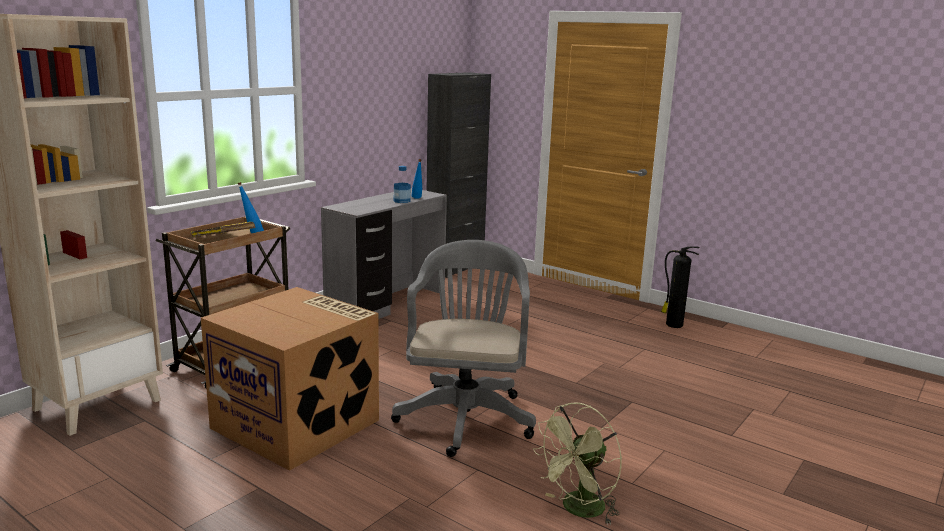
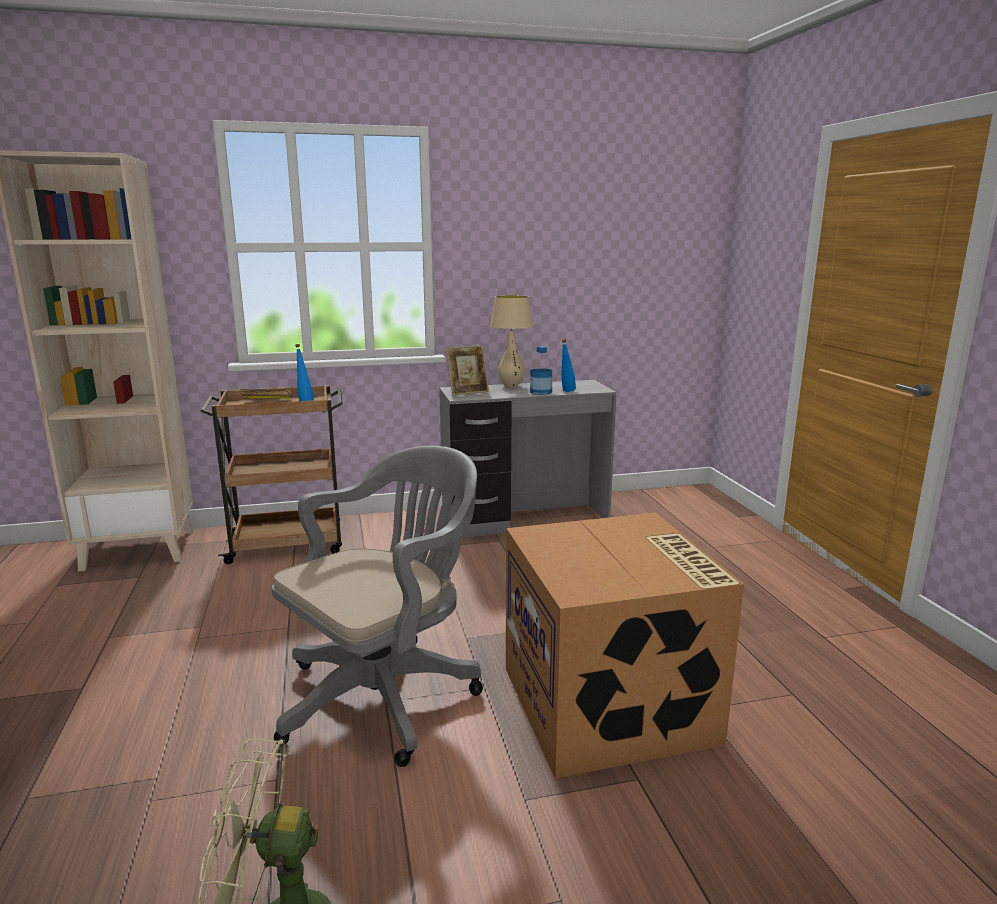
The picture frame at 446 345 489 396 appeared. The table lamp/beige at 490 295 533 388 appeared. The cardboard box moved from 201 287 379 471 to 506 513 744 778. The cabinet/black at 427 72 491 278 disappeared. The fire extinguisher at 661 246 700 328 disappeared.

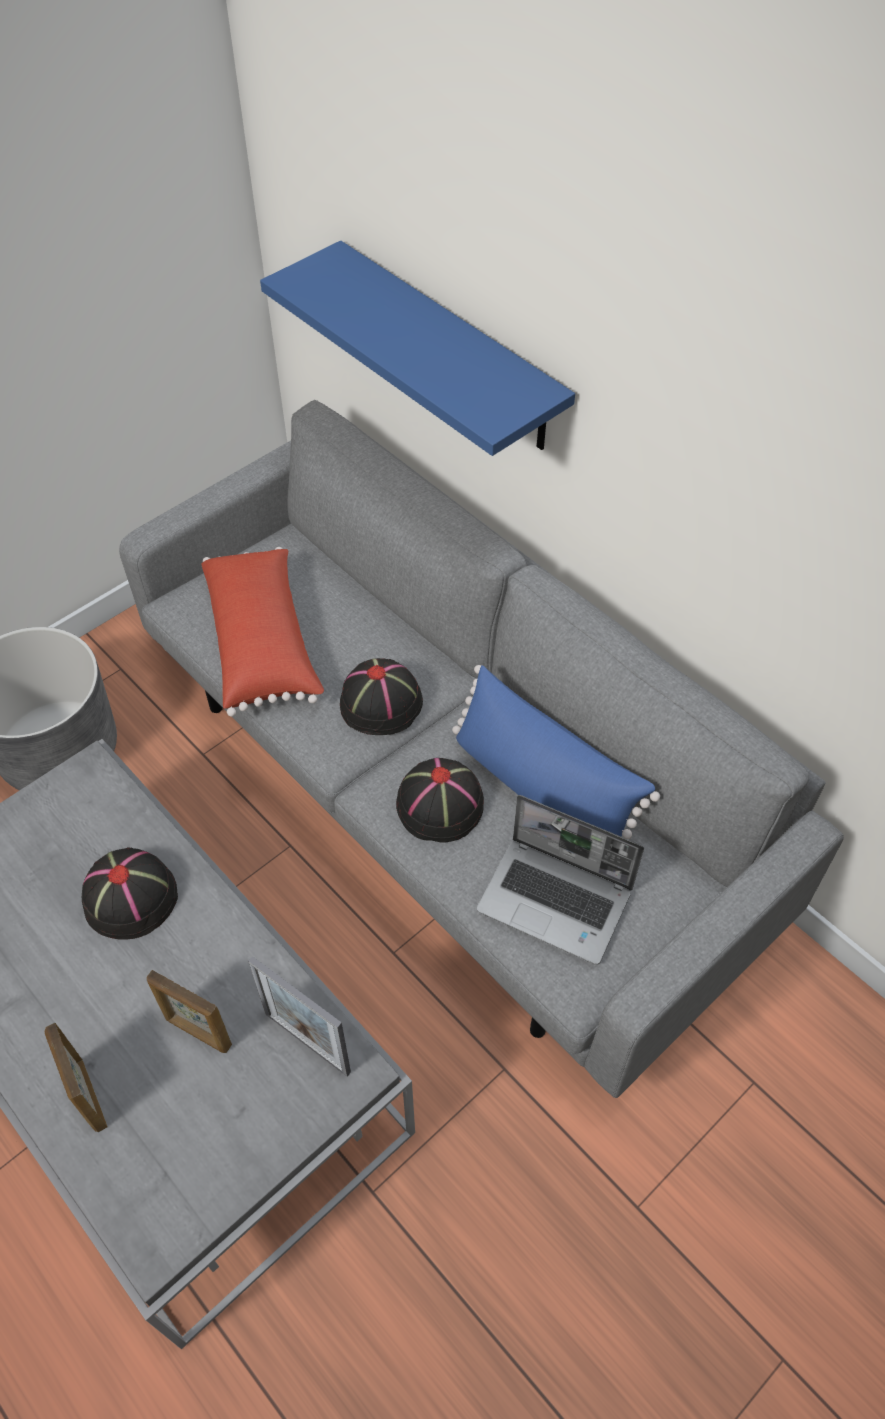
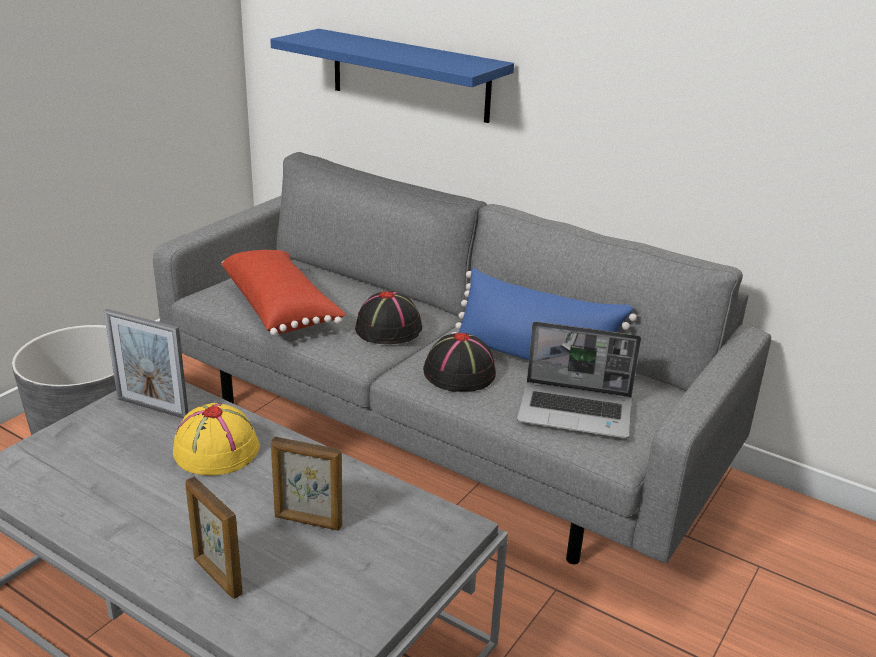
The picture frame moved from 249 956 351 1076 to 104 309 188 418. The hat/black at 82 847 178 940 became the hat/yellow at 173 403 260 475.

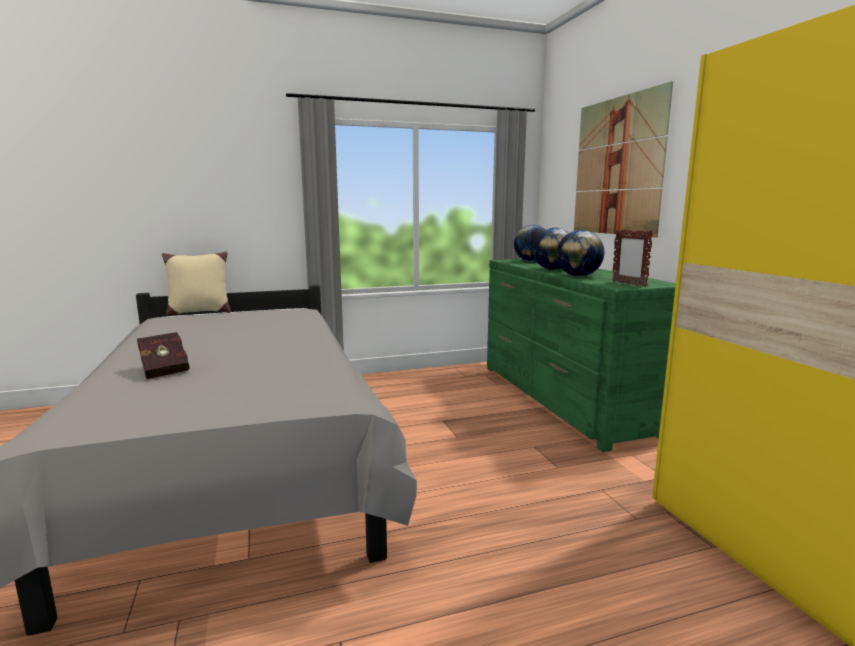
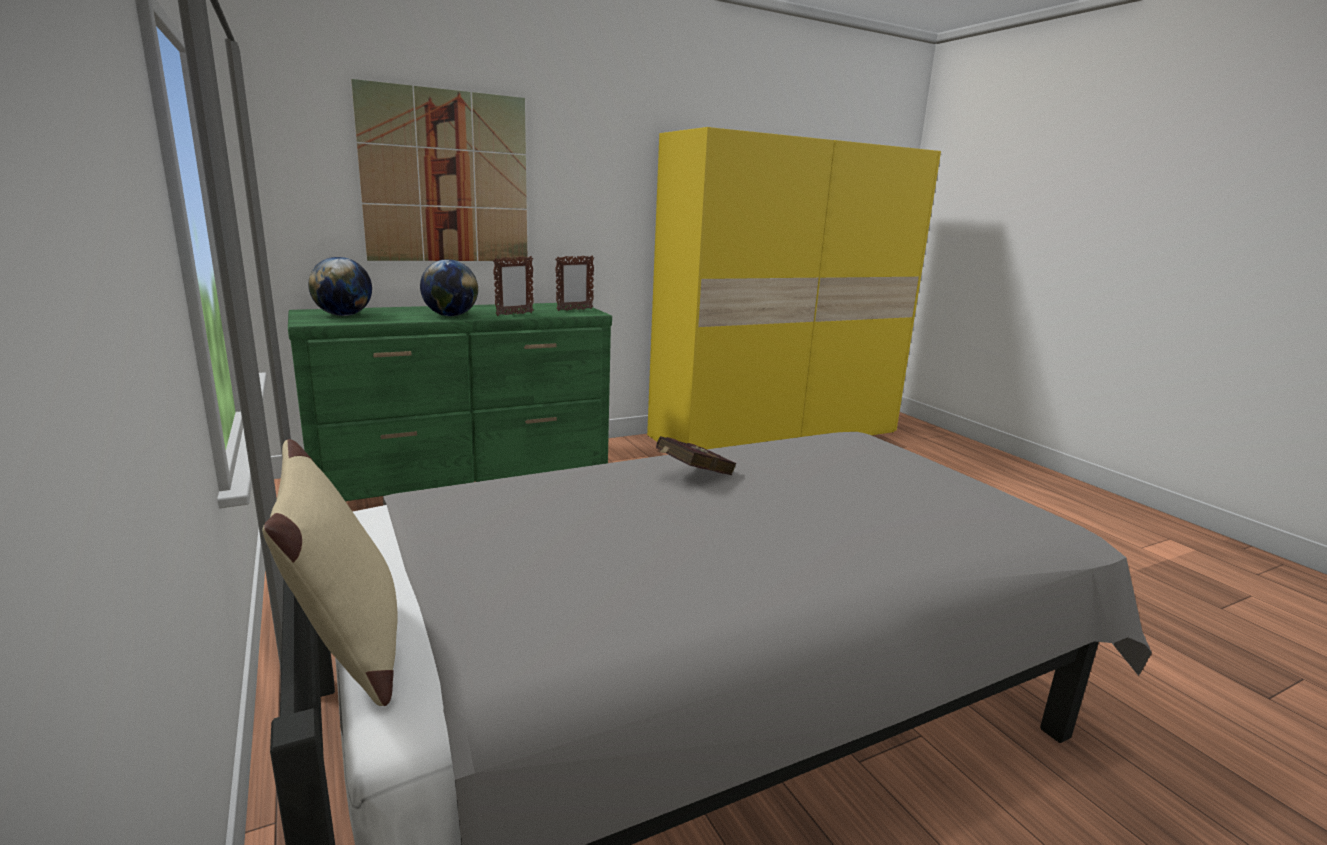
The globe at 557 230 605 277 was replaced by the picture frame at 493 256 534 316. The book/red moved from 137 332 189 379 to 656 436 737 475.

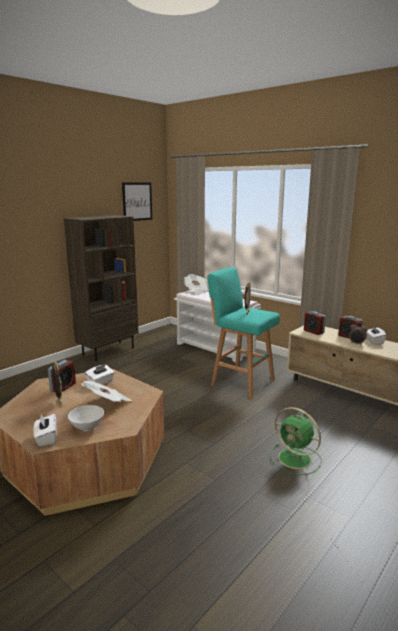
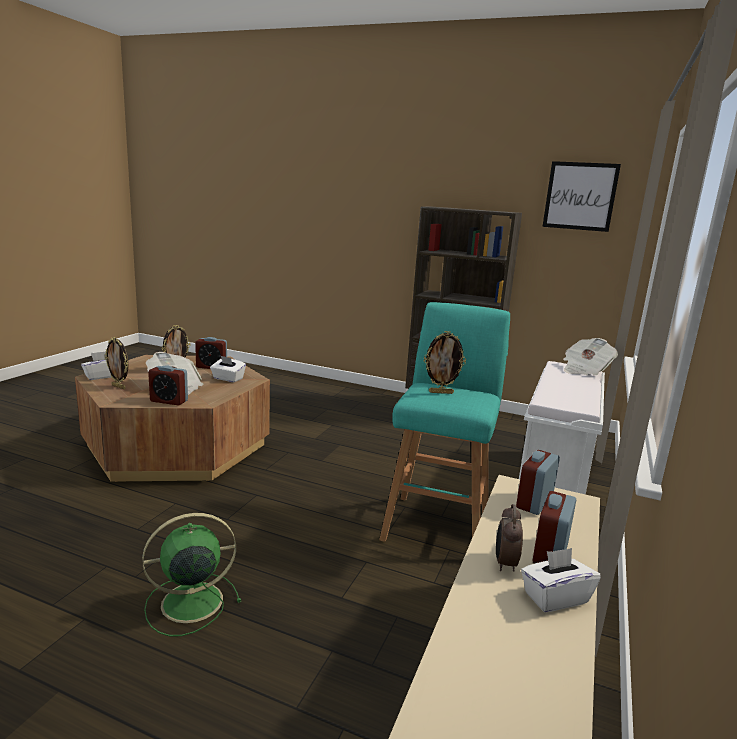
The bowl/white at 68 405 104 431 was replaced by the picture frame at 104 337 128 389. The fan/green at 270 407 322 475 turned 45 degrees clockwise. The alarm clock at 148 366 188 406 appeared.

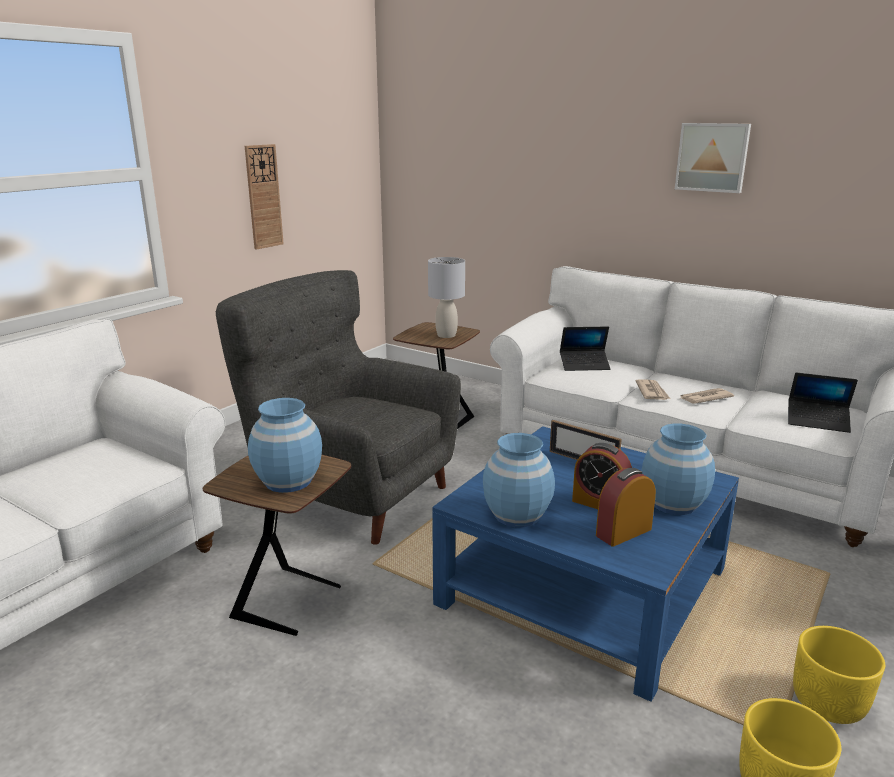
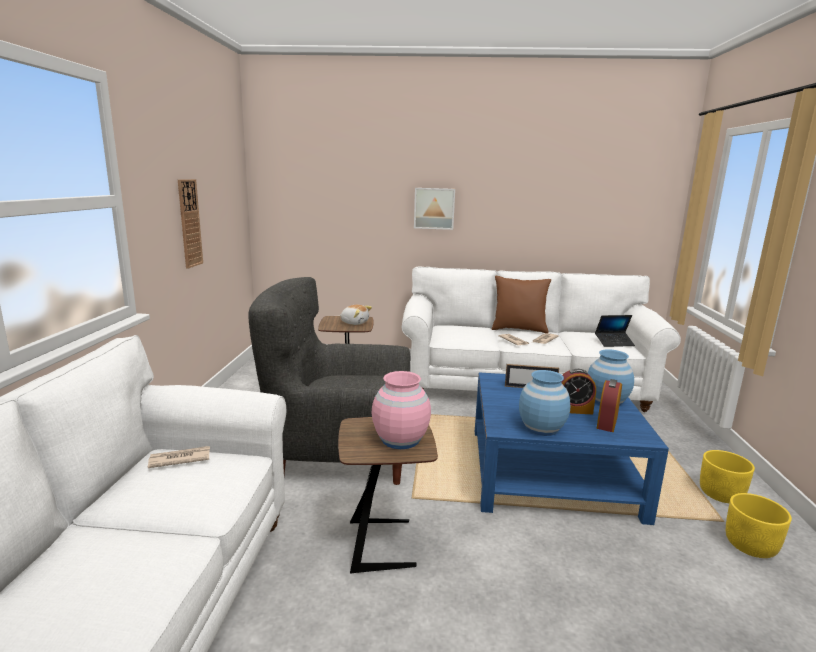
The newspaper at 148 446 210 468 appeared. The table lamp/grey at 428 257 465 338 was replaced by the plush toy at 340 305 372 325. The vase/blue at 248 398 322 493 became the vase/pink at 372 371 431 449. The picture moved from 675 123 751 193 to 414 188 455 230. The pillow/brown at 492 276 551 333 appeared. The laptop at 560 327 611 371 disappeared.

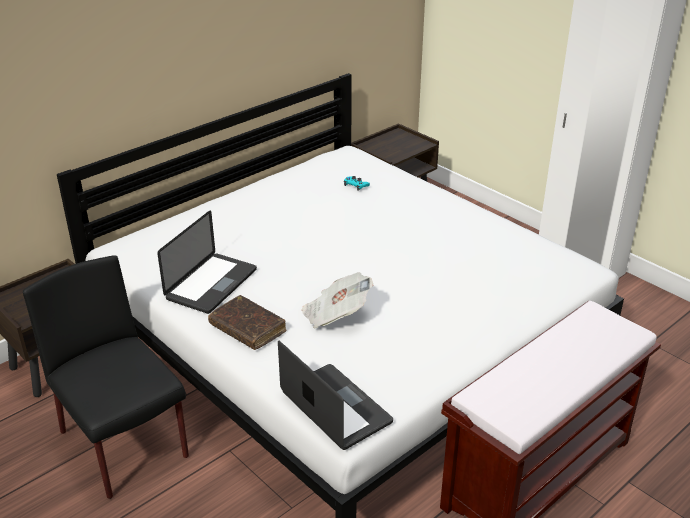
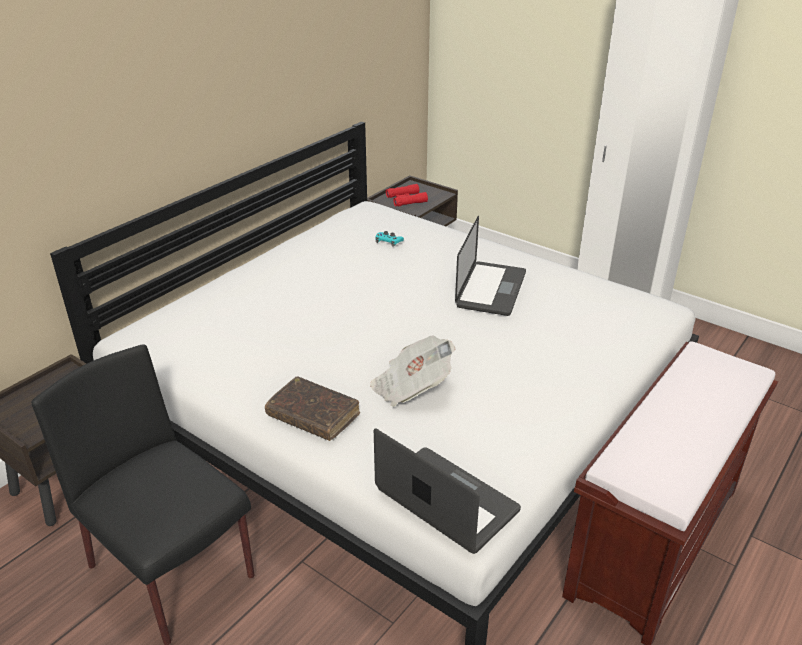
The binoculars/red at 386 184 428 206 appeared. The laptop moved from 157 210 257 314 to 455 216 526 316.

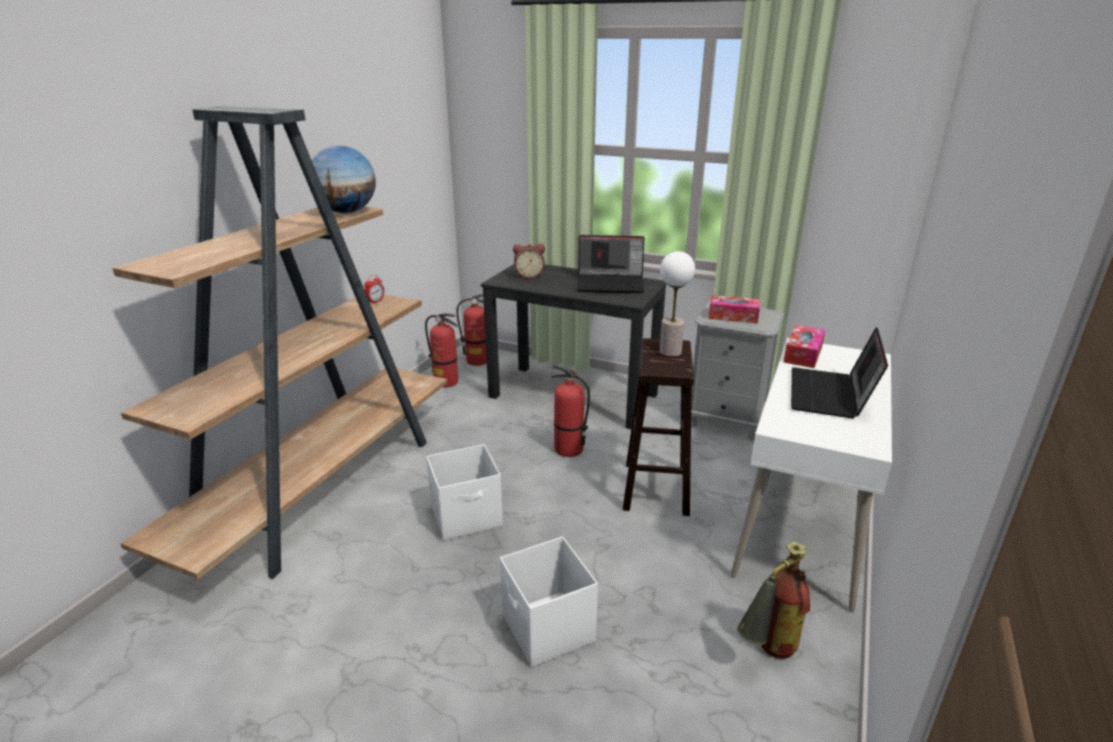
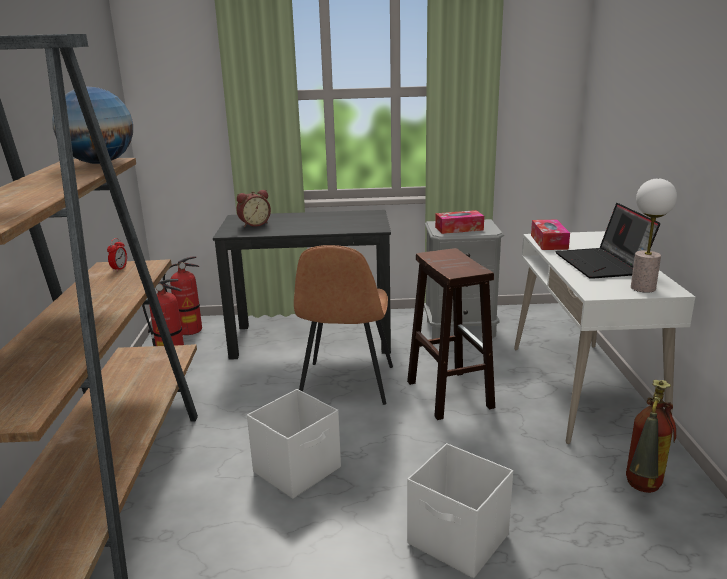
The fire extinguisher at 551 365 590 457 was replaced by the chair/brown at 294 245 393 405. The table lamp moved from 660 251 695 357 to 631 178 677 293. The laptop at 576 235 644 293 disappeared.

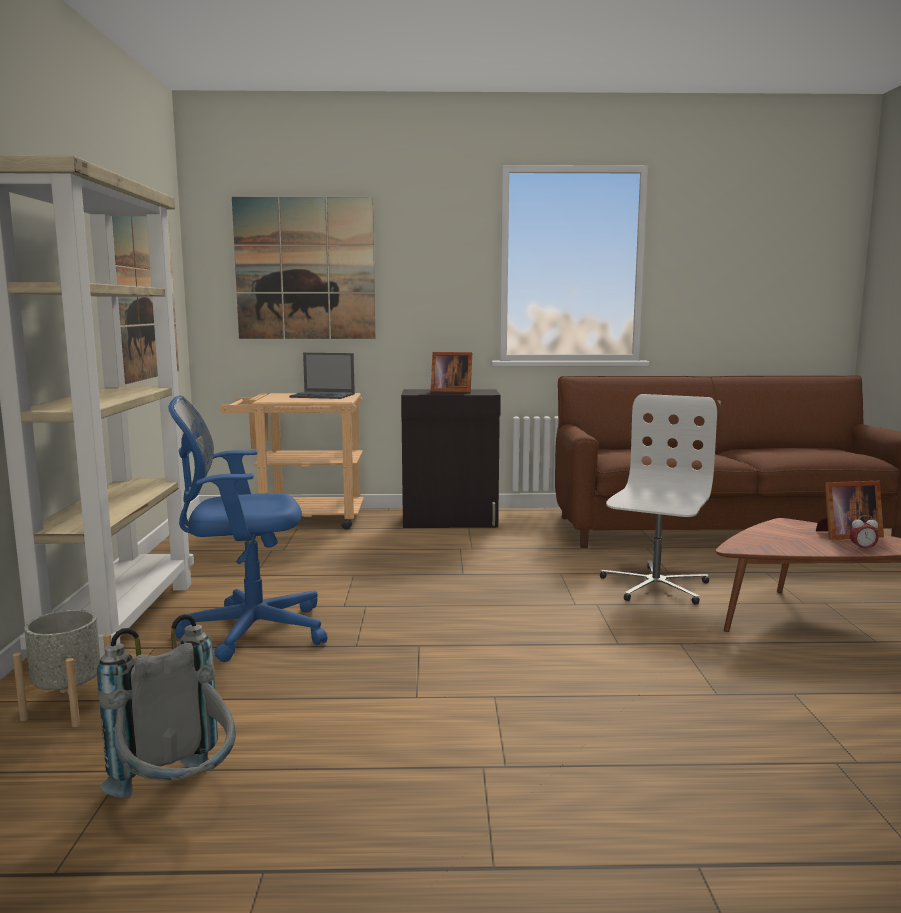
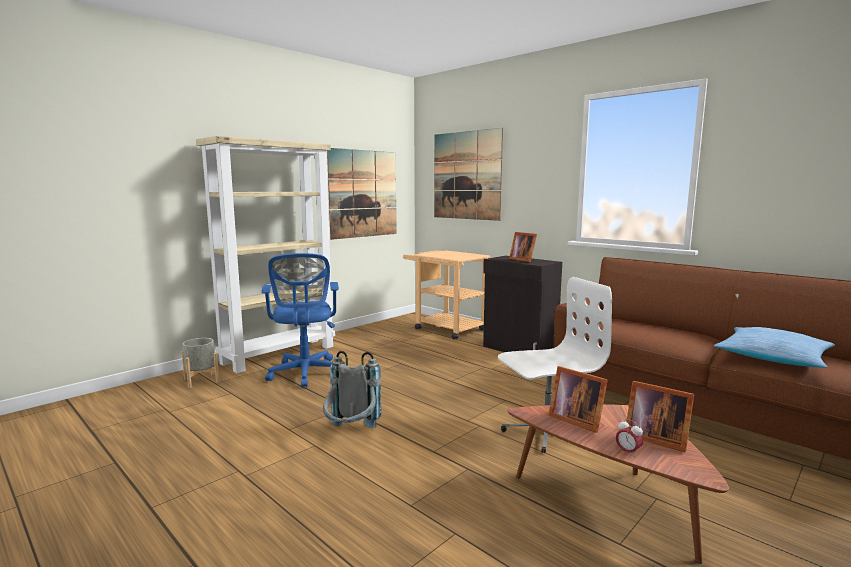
The office chair/blue at 168 395 327 662 turned 135 degrees counterclockwise. The backpack/grey moved from 97 614 235 798 to 323 351 381 428. The picture frame at 548 366 608 433 appeared. The pillow at 714 327 835 368 appeared. The laptop at 289 353 355 399 disappeared.

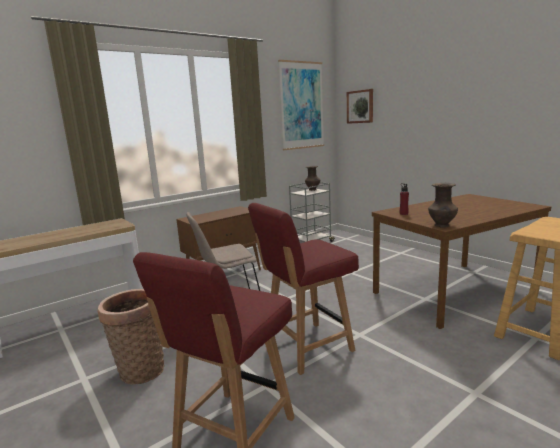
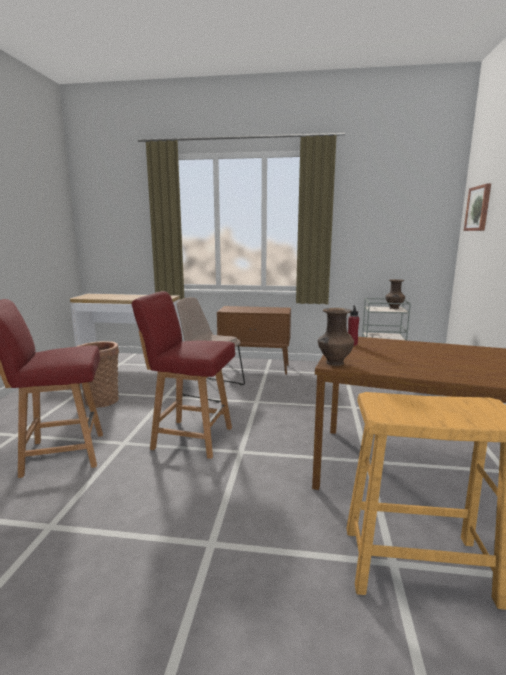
The picture at 278 60 324 150 disappeared.

